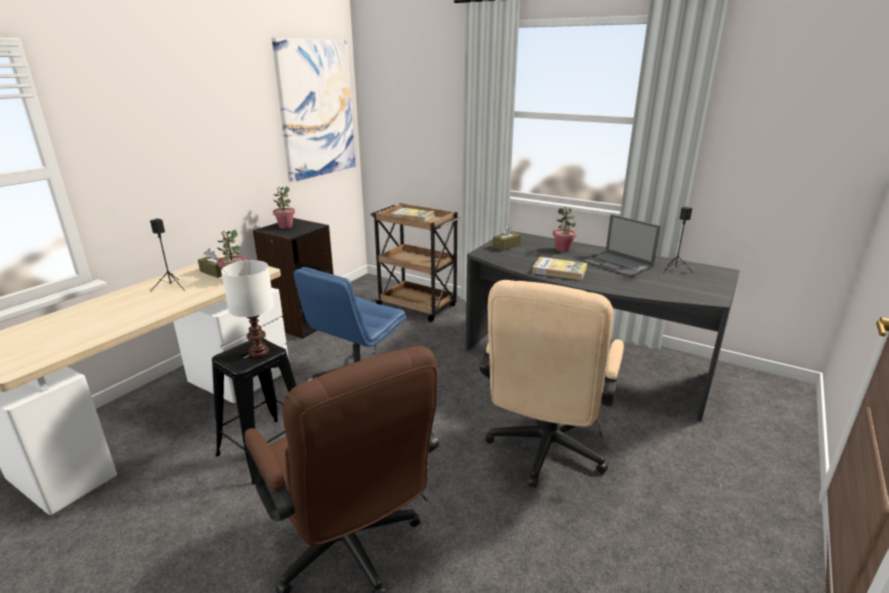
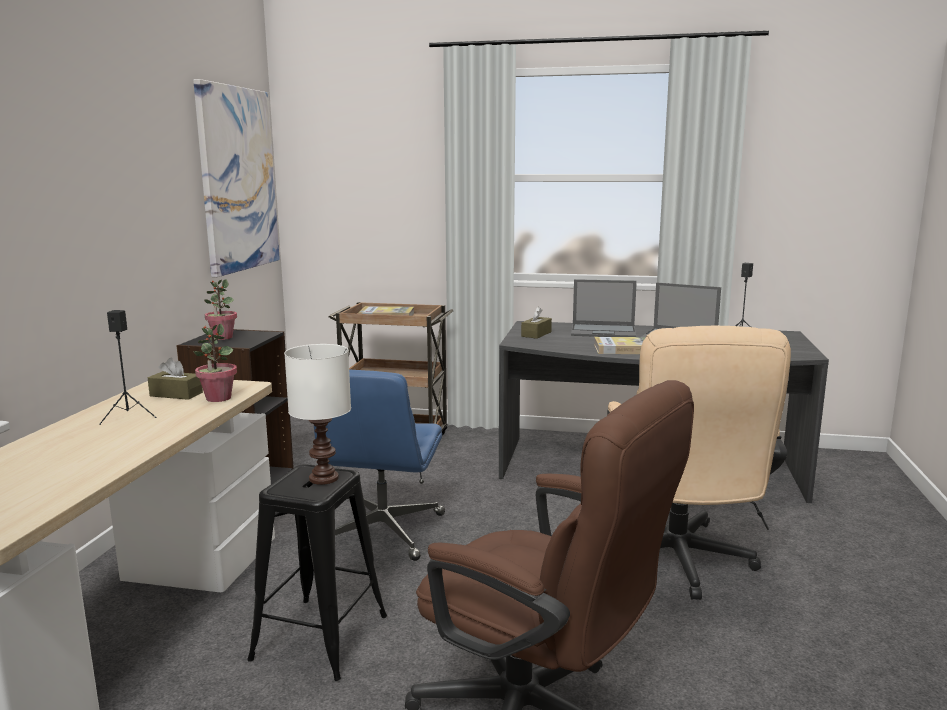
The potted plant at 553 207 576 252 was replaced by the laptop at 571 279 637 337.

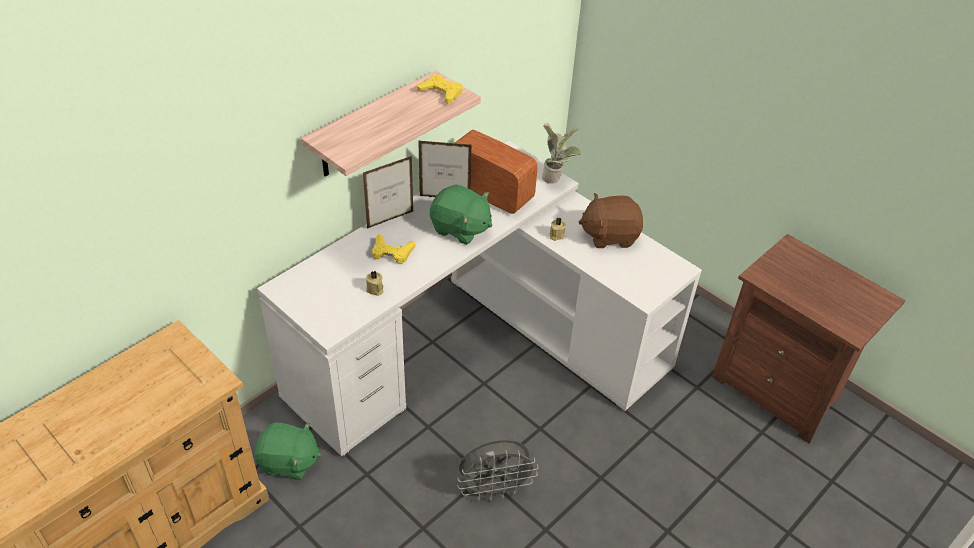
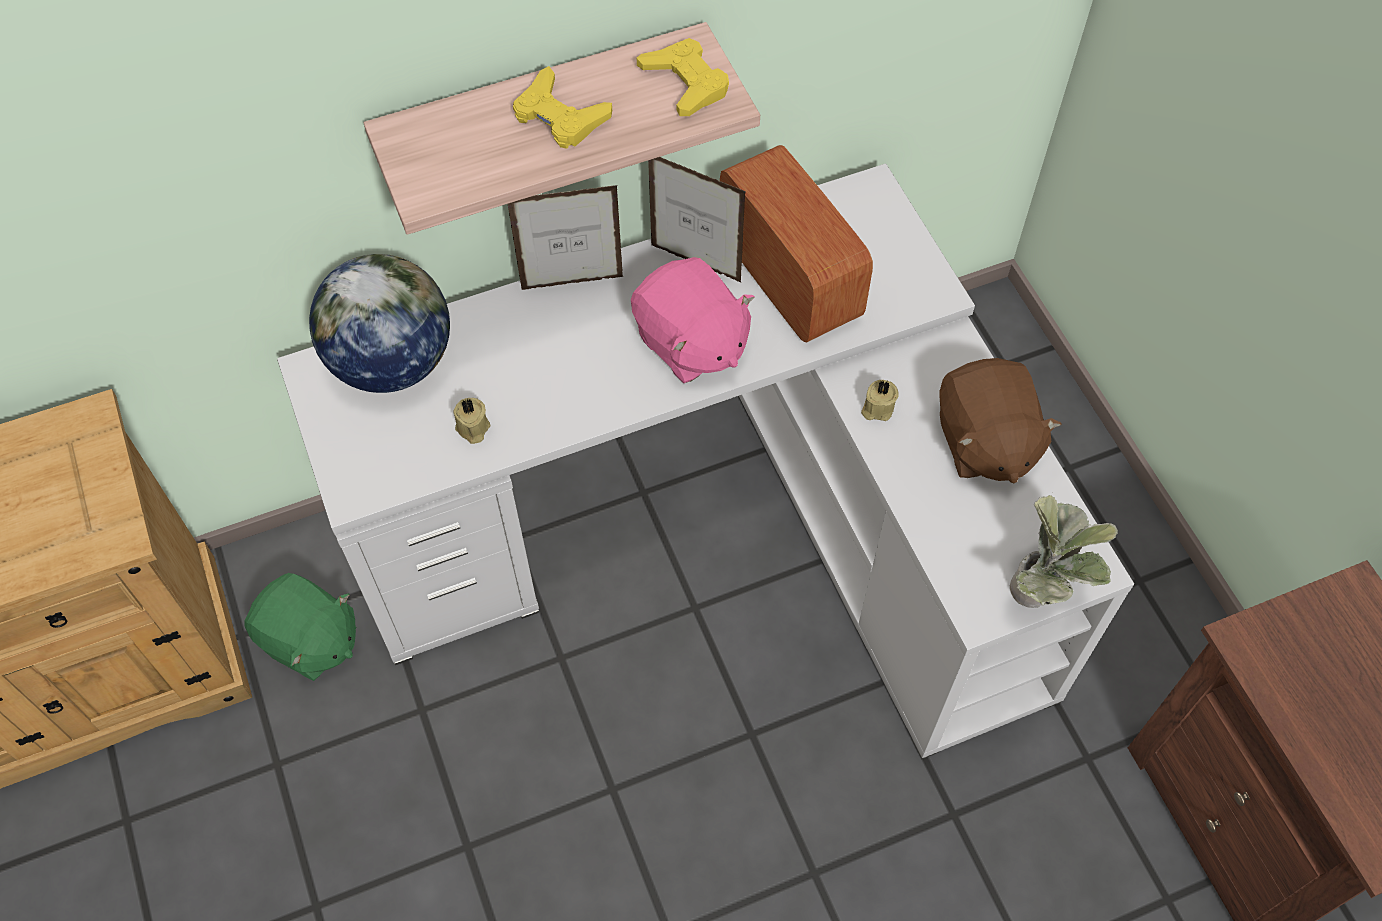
The globe at 309 254 450 393 appeared. The game controller/yellow moved from 372 234 415 264 to 513 66 612 149. The plush toy/green at 430 184 492 245 became the plush toy/pink at 631 257 755 383. The plush toy/brown at 579 193 643 248 turned 120 degrees counterclockwise. The potted plant moved from 542 123 582 184 to 1010 495 1118 608. The fan/grey at 457 440 539 501 disappeared.

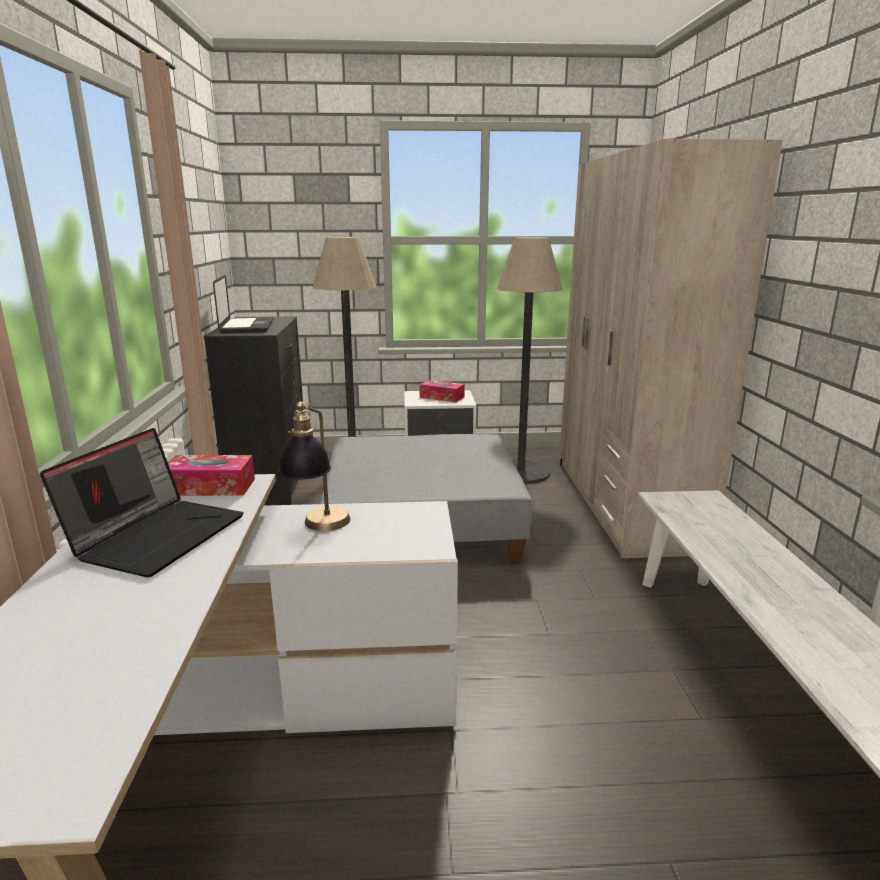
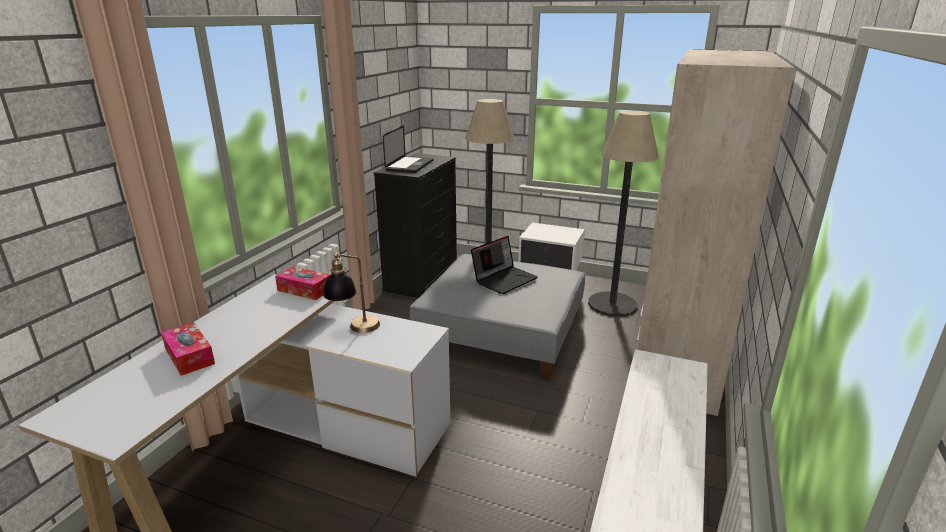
The tissue box moved from 420 380 465 402 to 161 322 215 376. The laptop moved from 40 428 244 577 to 471 236 538 294.

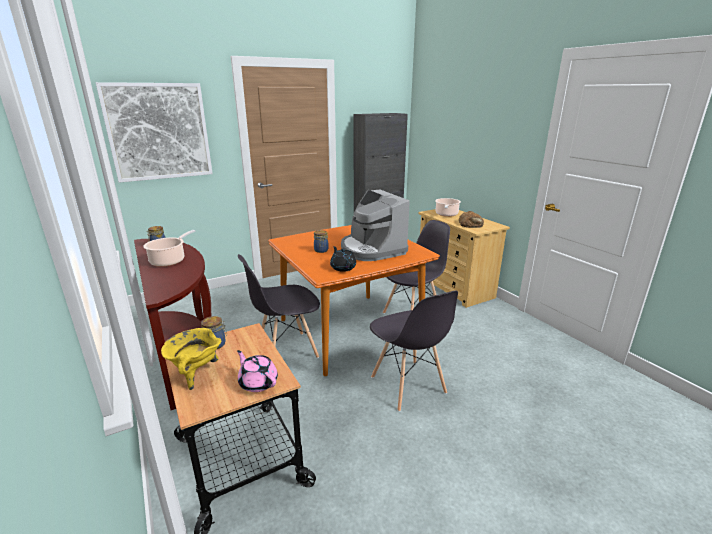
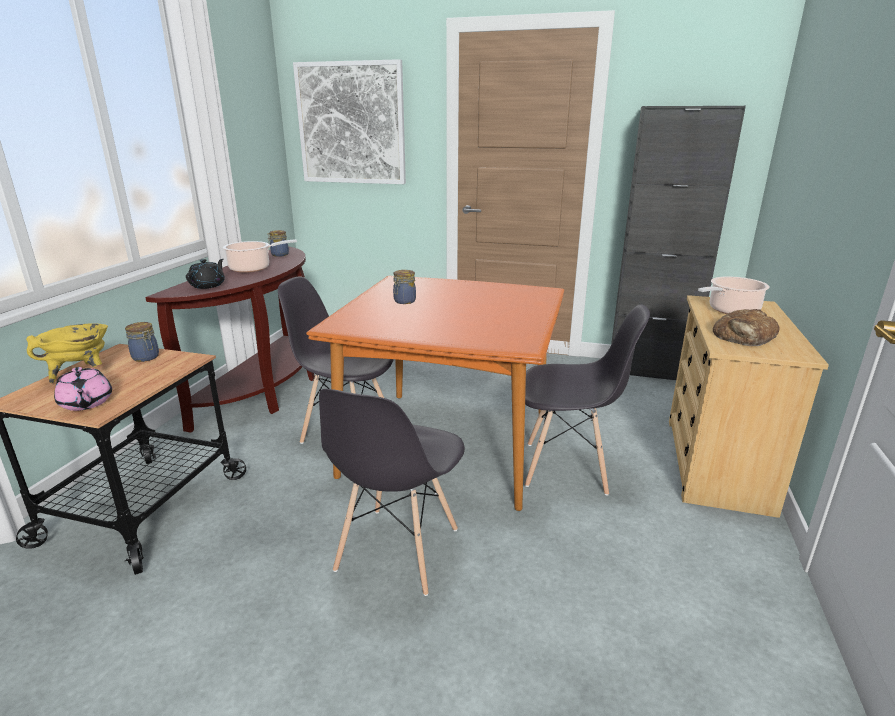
The teapot/pink at 237 350 278 392 turned 150 degrees clockwise. The teapot/black moved from 330 246 356 272 to 186 259 225 289. The coffee machine at 341 190 410 261 disappeared.

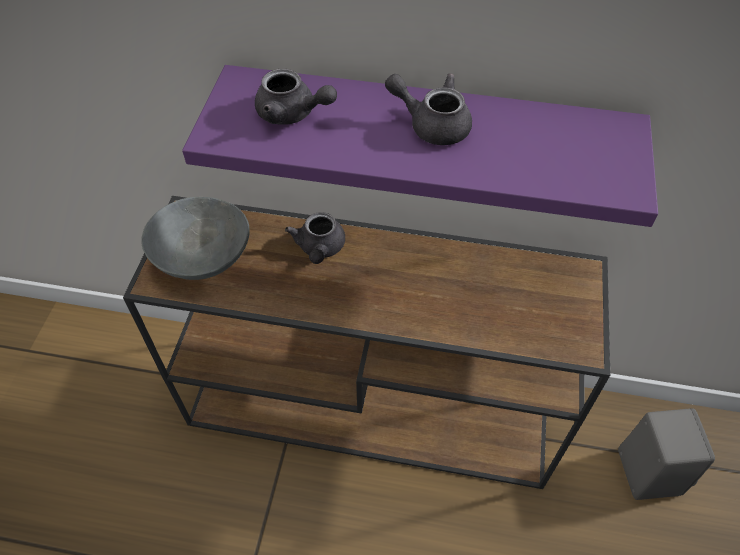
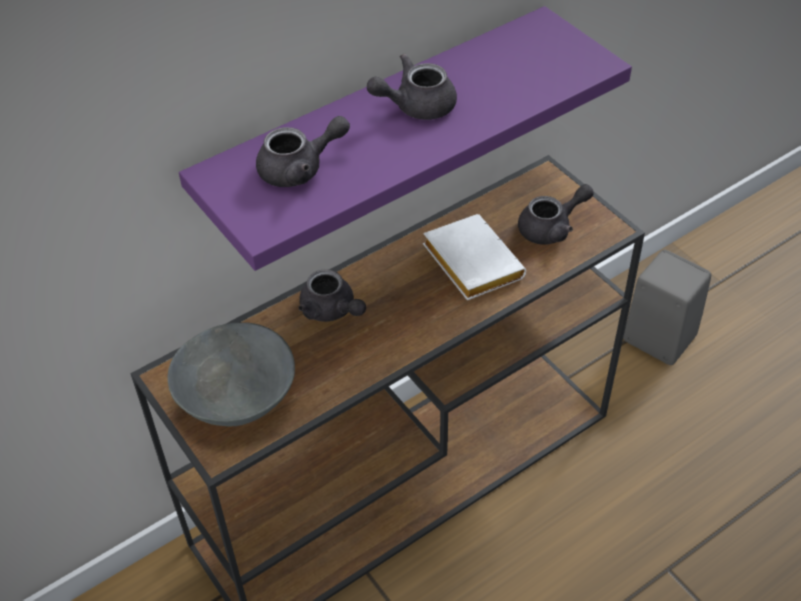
The book/white at 423 214 526 300 appeared. The teapot/grey at 518 184 594 245 appeared.

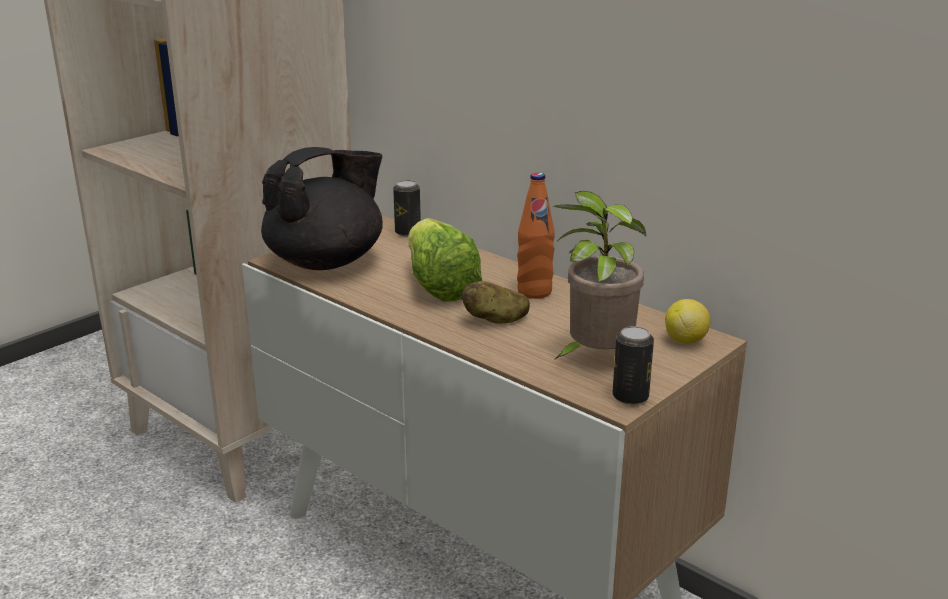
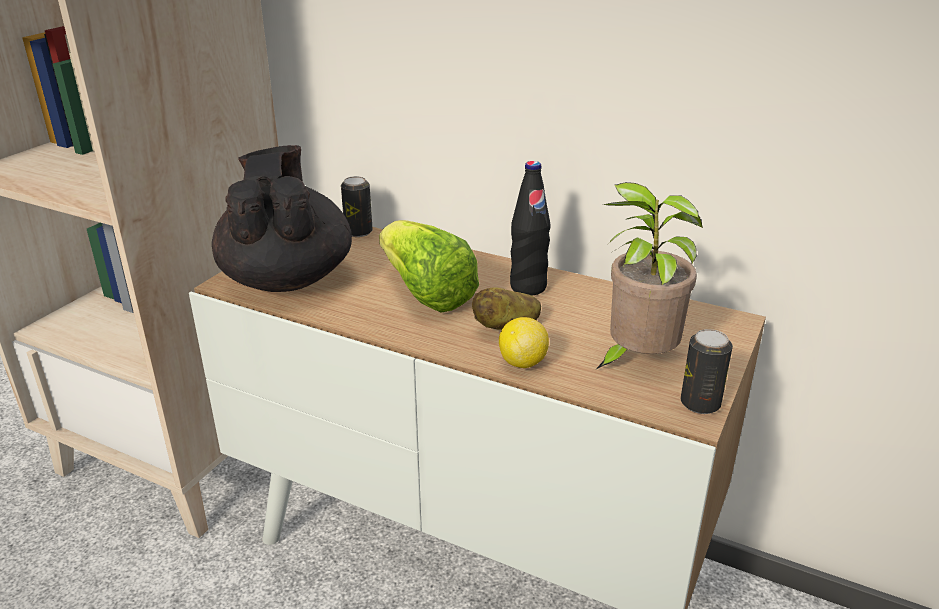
The teapot/black at 261 147 383 270 turned 45 degrees counterclockwise. The lemon moved from 665 299 710 344 to 499 317 549 368. The bottle/orange at 517 173 555 299 became the bottle/black at 510 161 550 296.

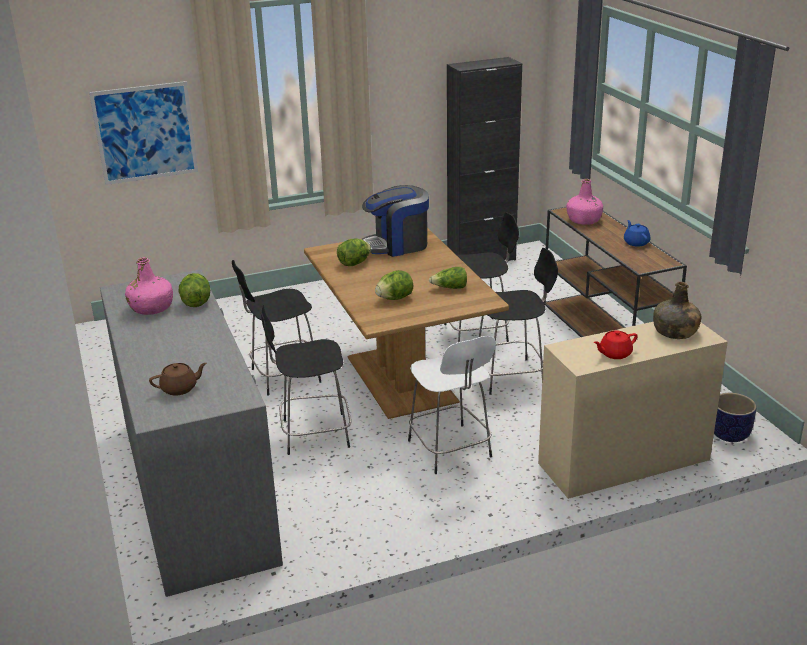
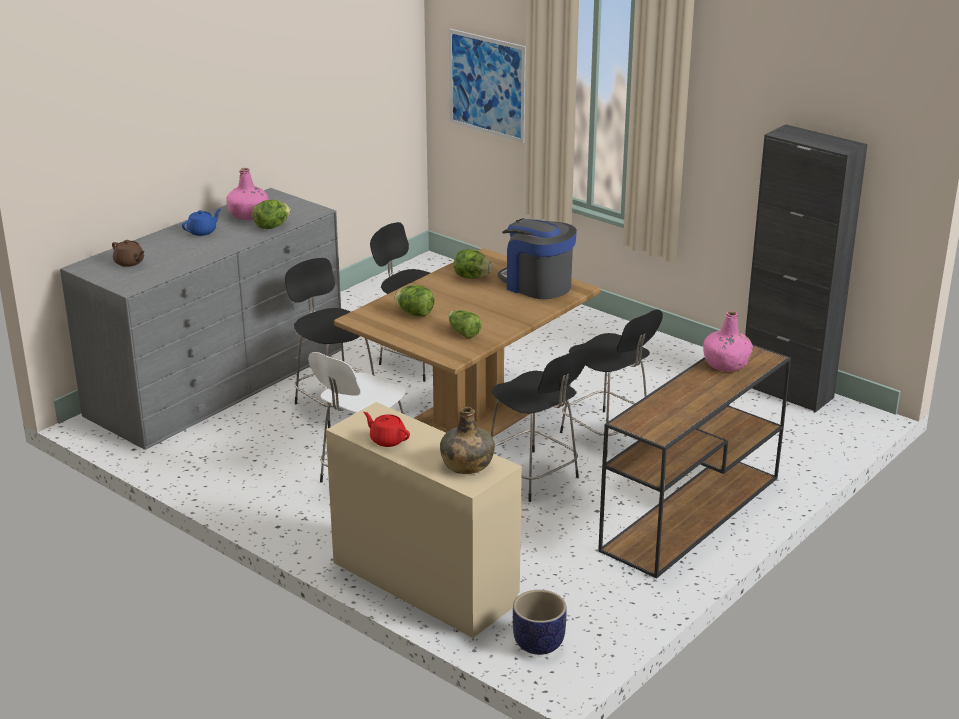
The teapot/blue moved from 624 220 650 247 to 182 209 221 236.

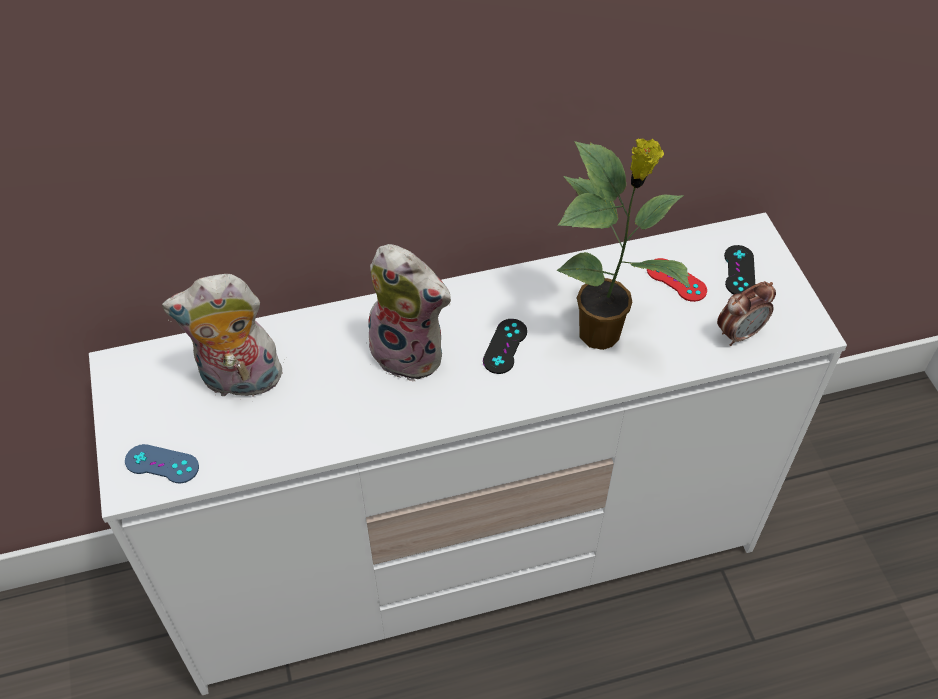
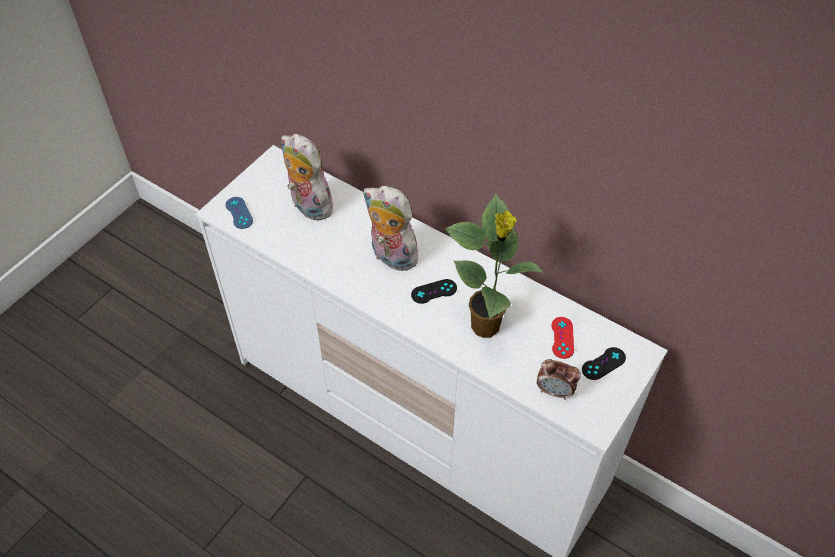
The plush toy at 368 244 451 382 turned 135 degrees clockwise.

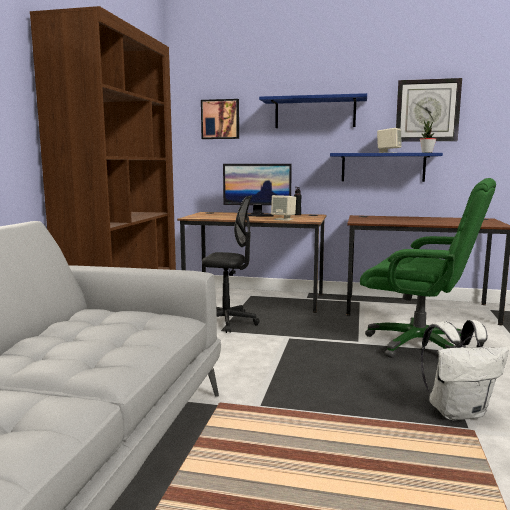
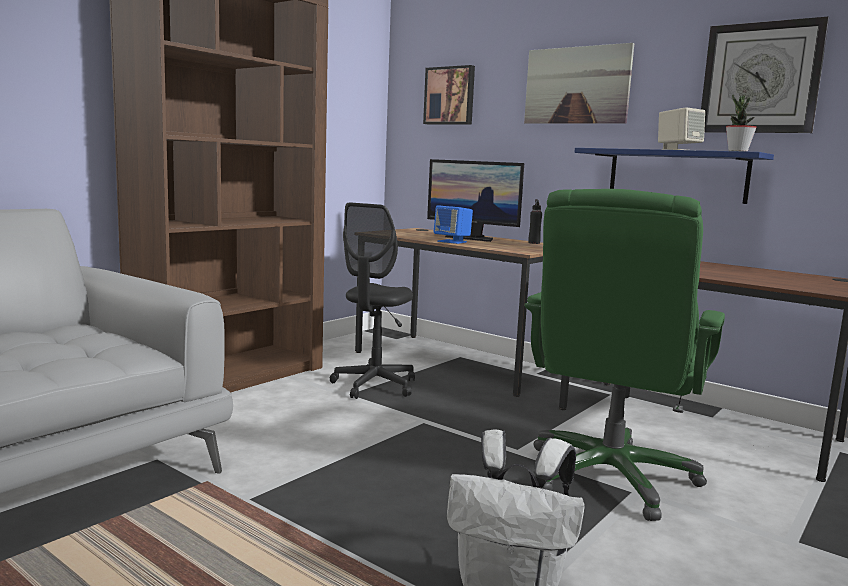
The office chair/black at 202 196 259 333 turned 75 degrees clockwise. The speaker/blue at 434 205 473 244 appeared. The shelf/blue at 259 93 367 128 was replaced by the picture at 524 43 634 124. The office chair/green at 360 178 496 358 turned 60 degrees clockwise. The speaker/beige at 271 195 296 221 disappeared.

